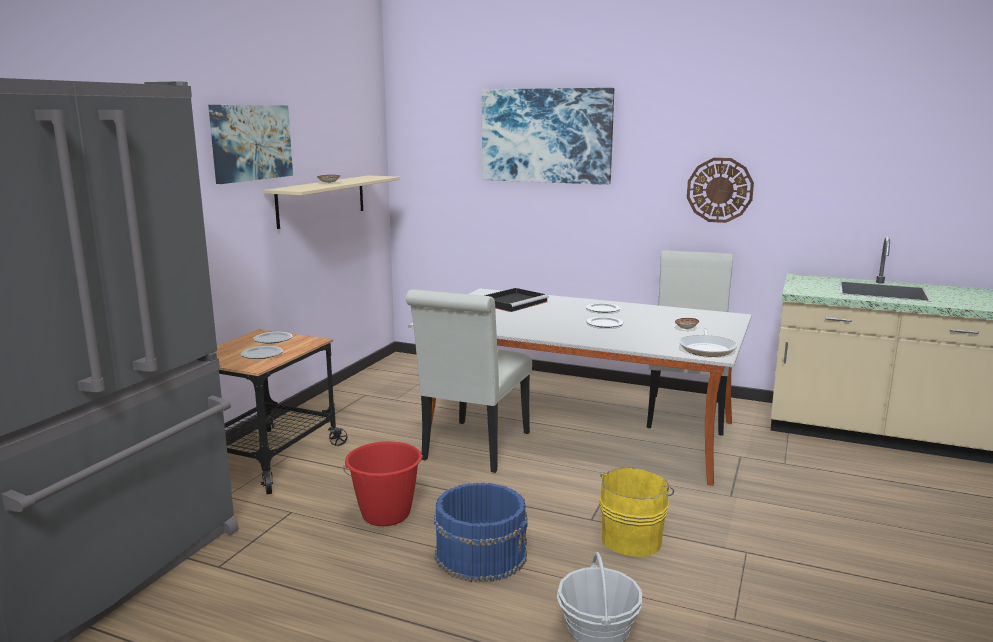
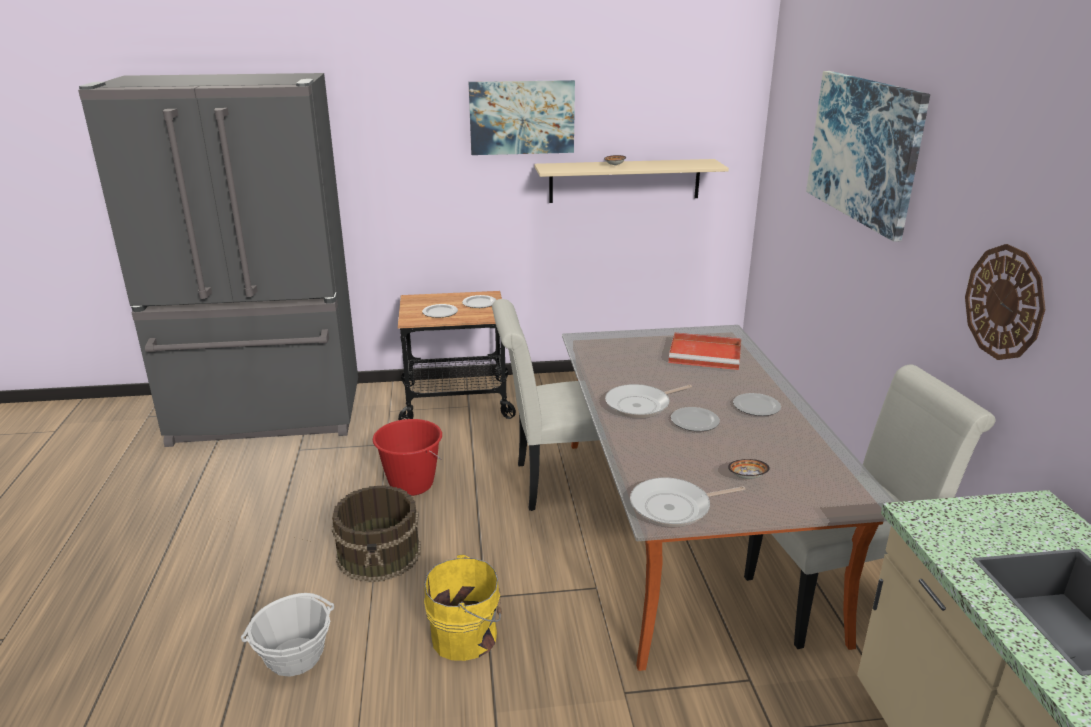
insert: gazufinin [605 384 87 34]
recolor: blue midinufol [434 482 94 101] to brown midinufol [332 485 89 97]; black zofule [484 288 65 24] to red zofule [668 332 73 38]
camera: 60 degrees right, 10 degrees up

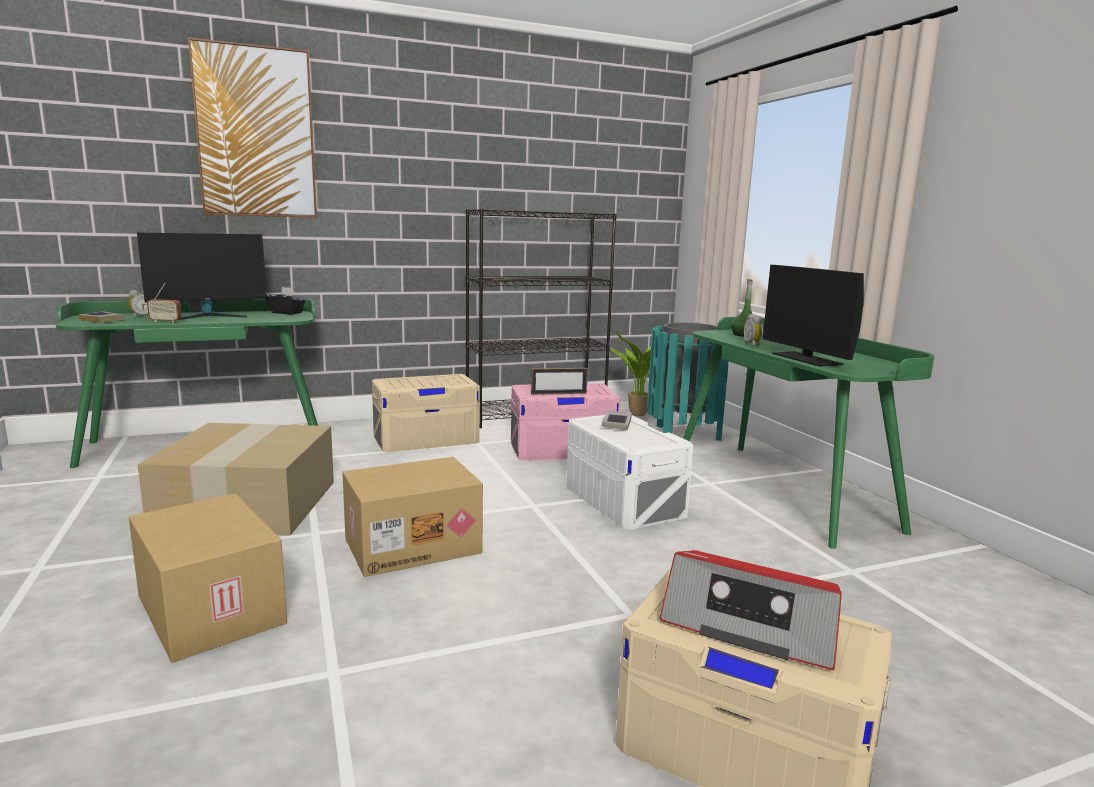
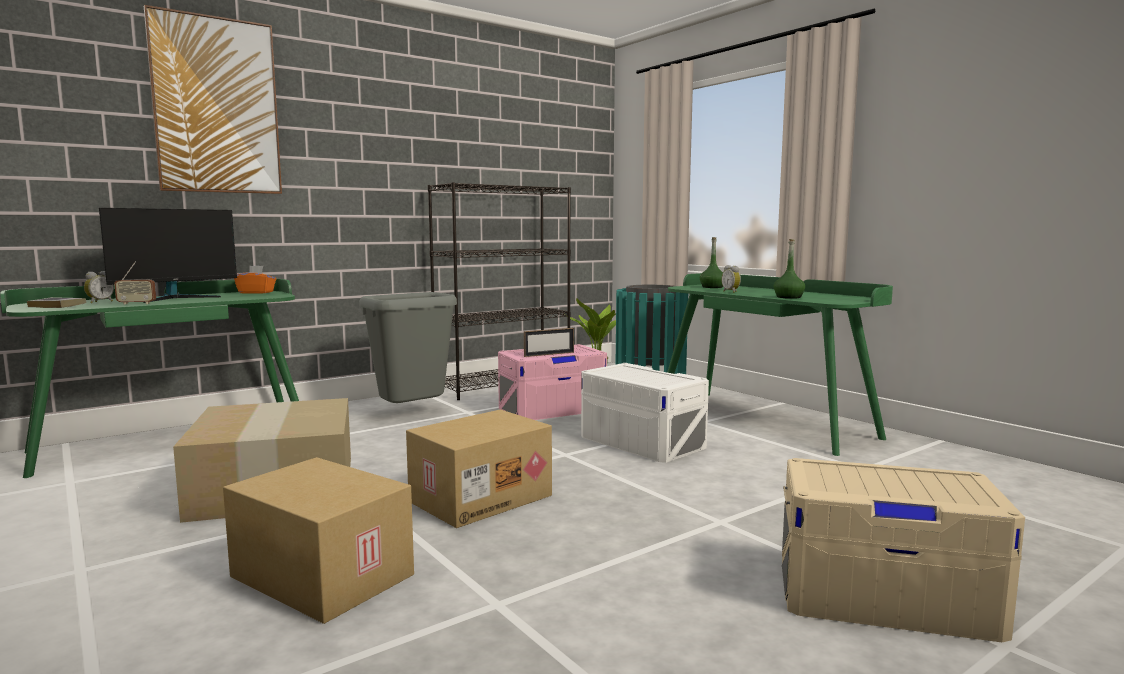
delete: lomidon [601 411 31 20]; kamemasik [659 550 183 120]
replace: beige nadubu [372 374 108 78] to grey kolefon [359 292 98 111]; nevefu [763 265 101 102] to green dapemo [774 239 31 60]
recolor: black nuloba [266 287 39 27] to orange nuloba [234 266 42 28]
camera: 15 degrees left, 5 degrees down

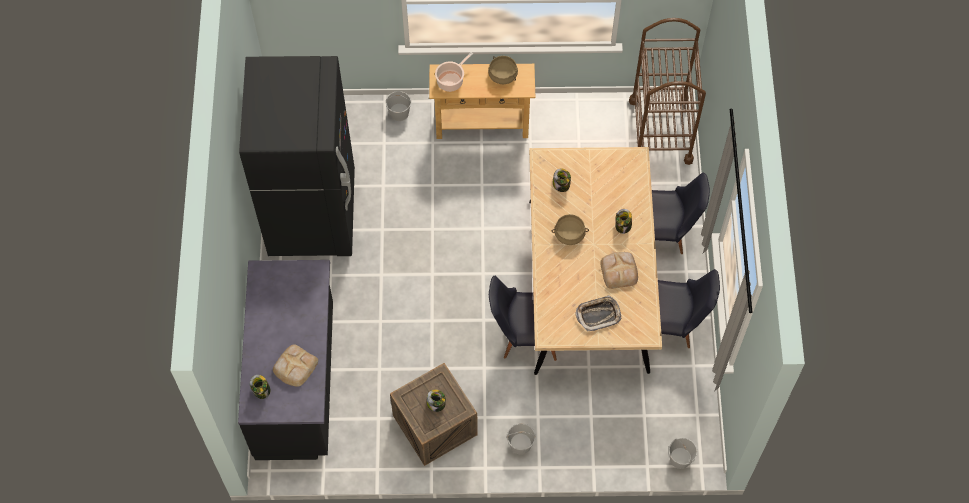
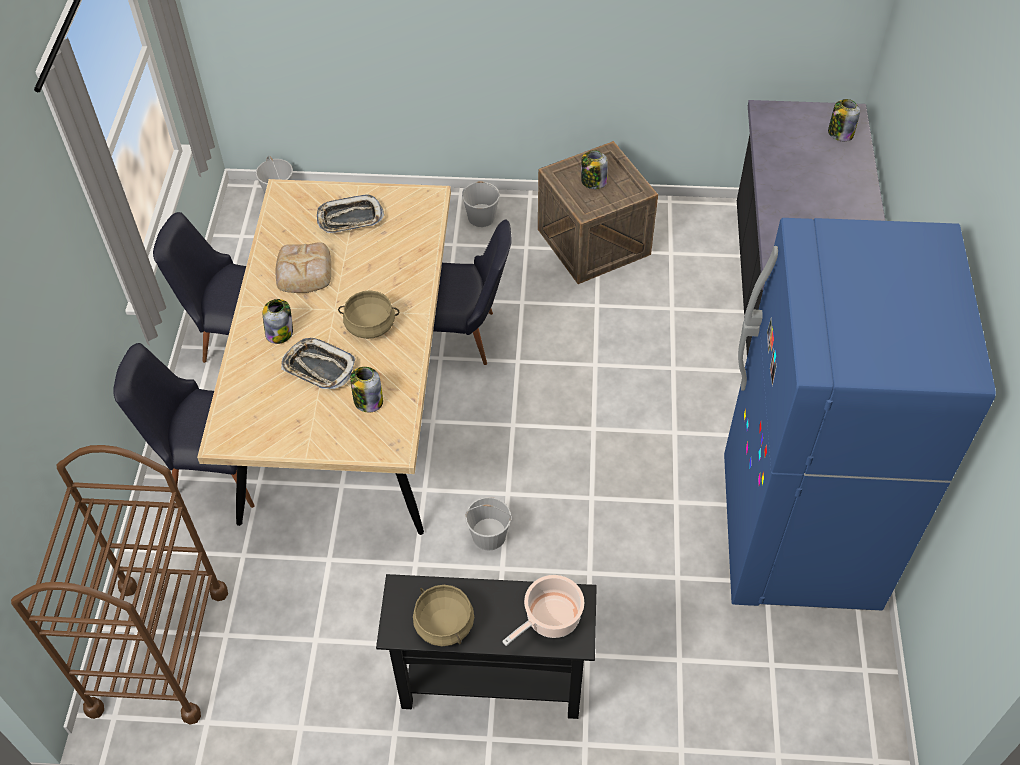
delete: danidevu [273 344 45 43]
insert: zofule [281 338 75 51]
move: white midinufol [386 91 25 30] to [465 497 46 53]
recolor: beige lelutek [429 64 106 75] to black lelutek [376 574 221 145]; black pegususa [239 56 116 200] to blue pegususa [724 218 272 392]
camera: 175 degrees left, 10 degrees down

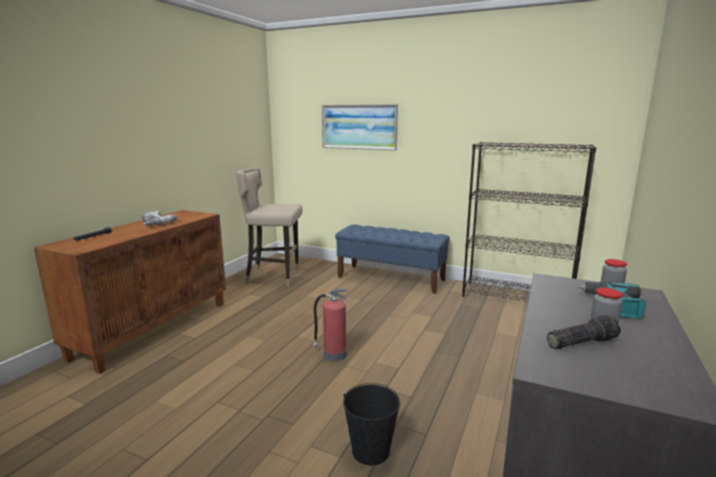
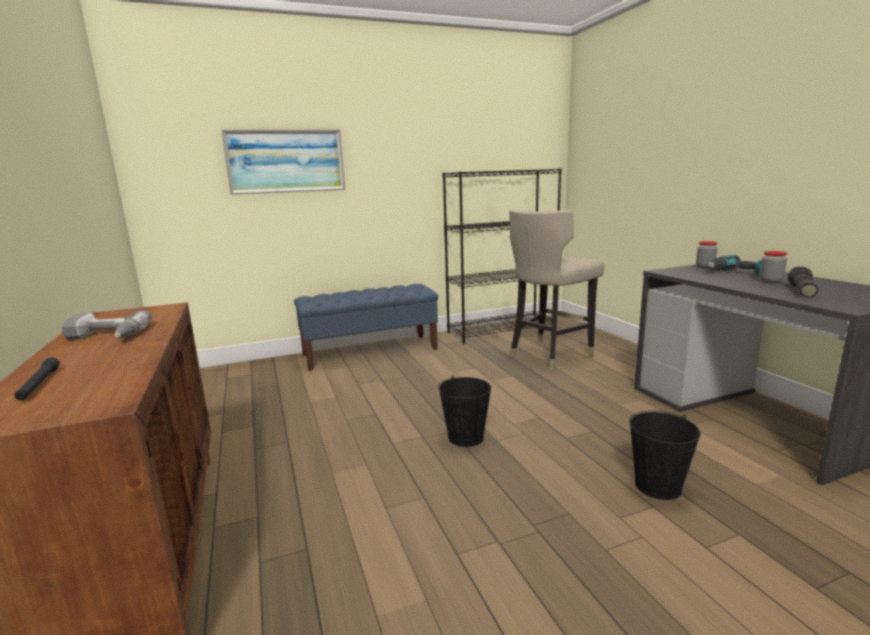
move: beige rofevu [236 167 67 119] to [510 209 94 162]
replace: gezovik [313 289 36 72] to black midinufol [438 376 53 71]
camera: 45 degrees left, 0 degrees up

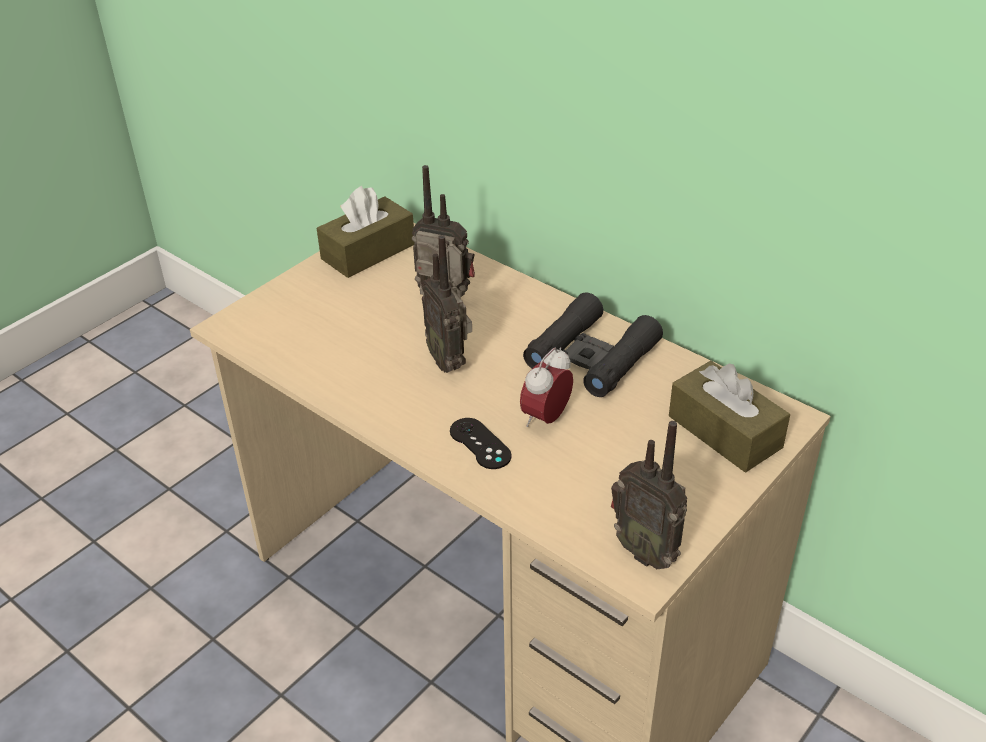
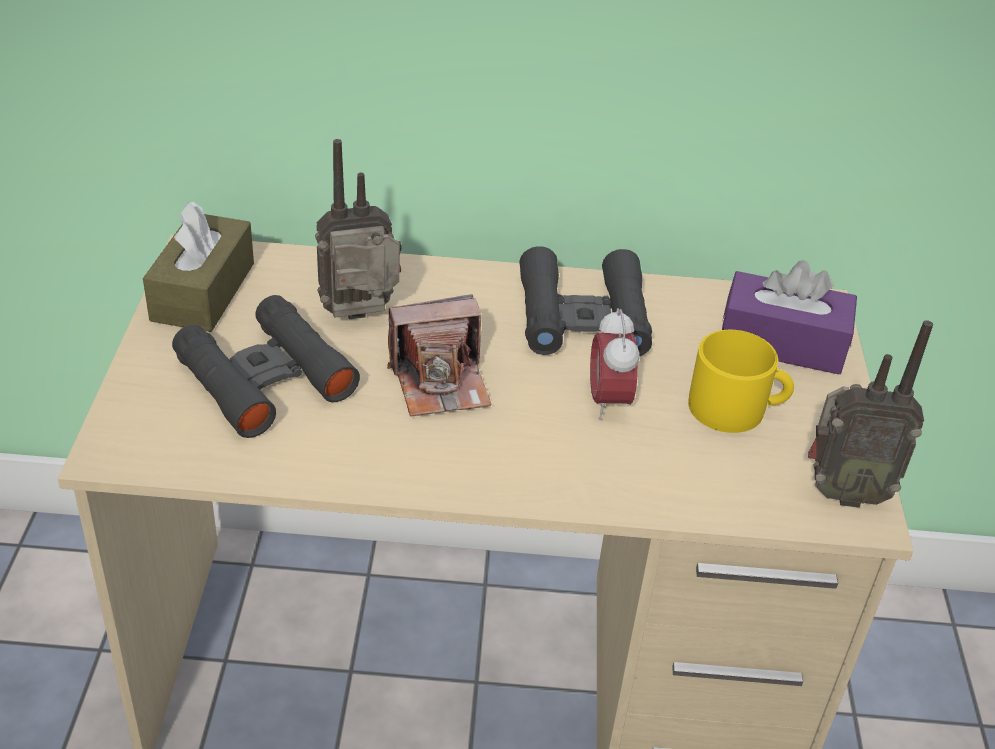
delete: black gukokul [450 418 62 51]
insert: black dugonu [172 295 188 143]; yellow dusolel [688 330 106 103]
replace: kamemasik [421 235 51 138] to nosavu [387 294 105 122]
recolor: brown nuloba [669 361 121 111] to purple nuloba [722 260 135 115]
camera: 40 degrees left, 0 degrees up

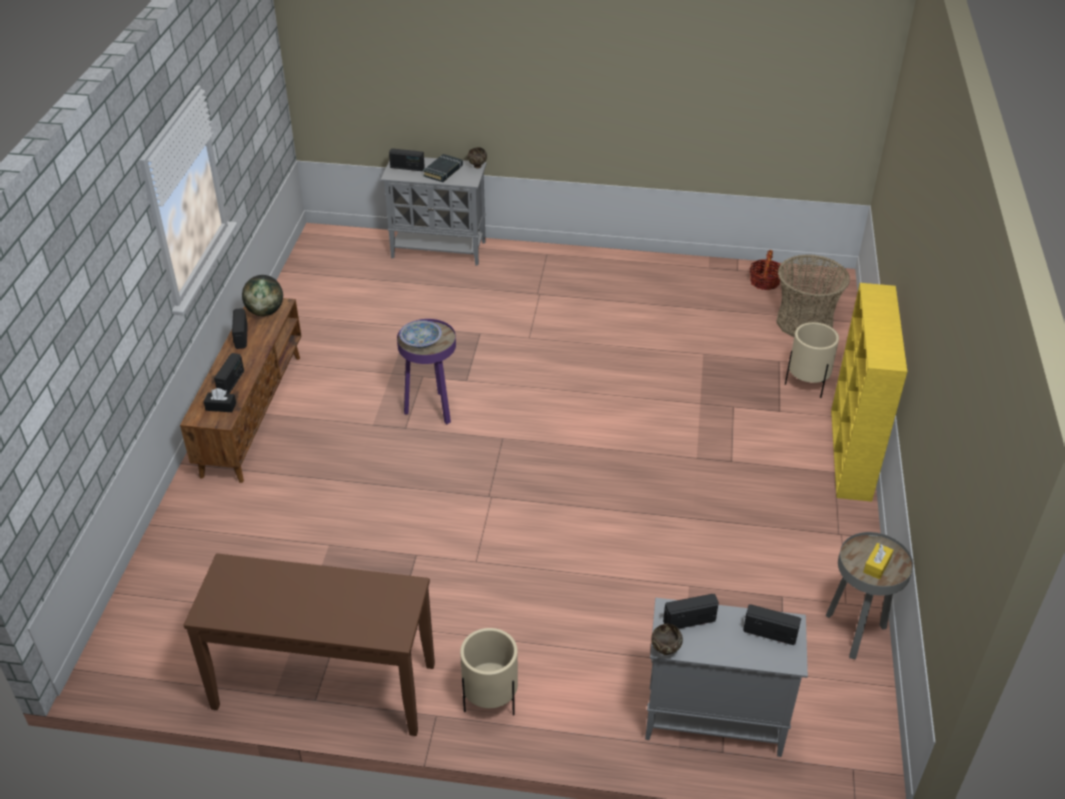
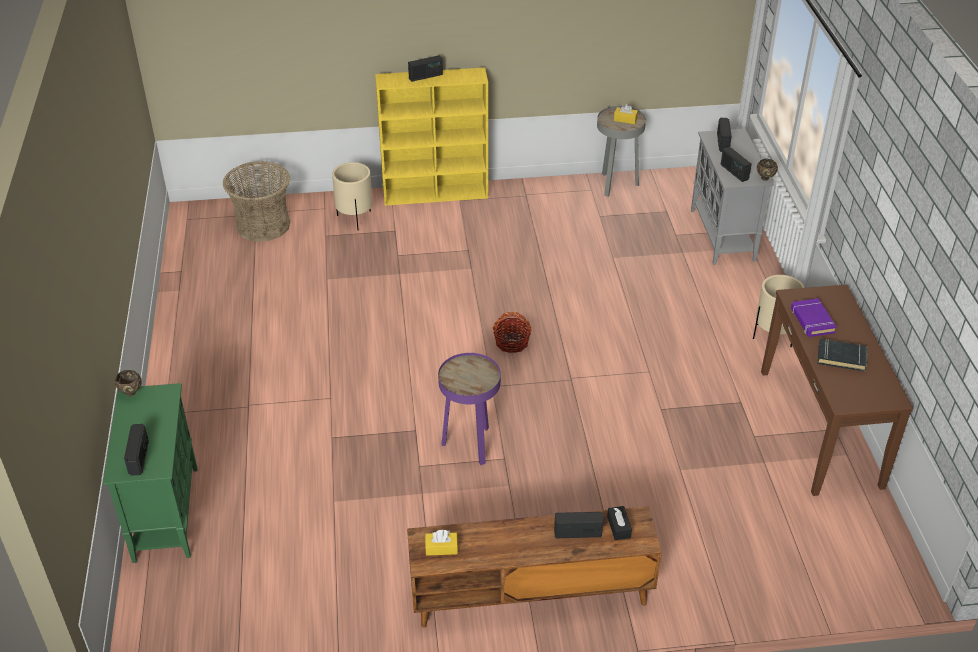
delete: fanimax [399 320 43 28]
insert: purple lomidon [791 298 46 39]
move: kamemasik [232 308 16 41] to [408 55 35 27]; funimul [750 250 34 40] to [492 312 39 41]; black lomidon [423 154 40 28] to [817 339 50 33]
replace: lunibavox [242 275 41 41] to yellow nuloba [425 530 33 26]
recolor: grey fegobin [381 157 106 109] to green fegobin [103 383 95 180]
camera: 105 degrees left, 0 degrees up

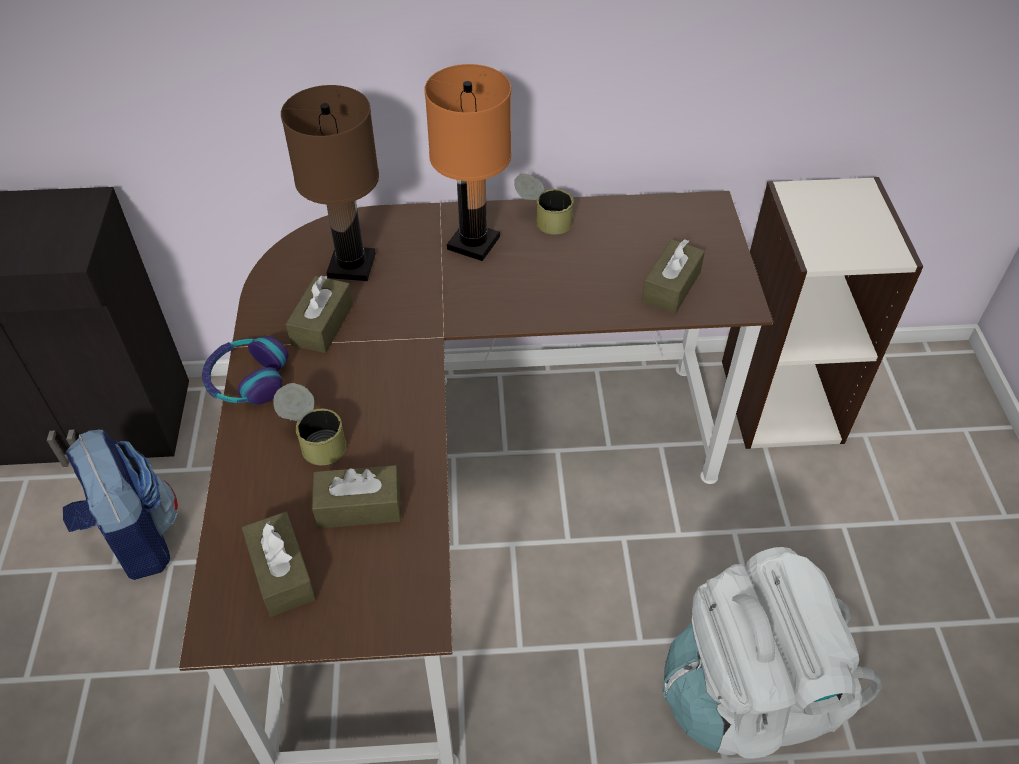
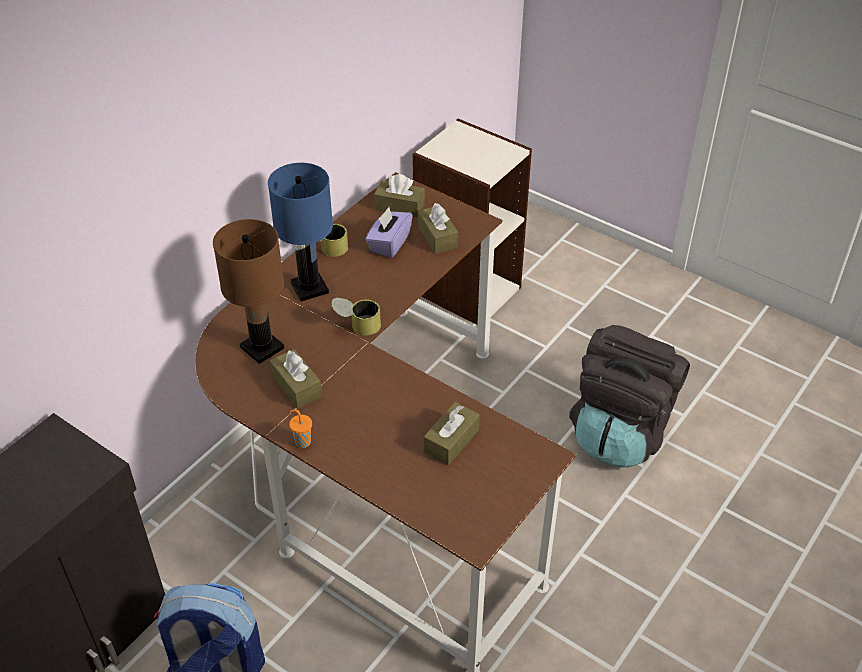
insert: purple nuloba [365 207 48 51]
move: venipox [273 383 73 82] to [331 298 50 38]; brown nuloba [242 512 74 105] to [374 174 51 44]
replace: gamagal [202 336 86 69] to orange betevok [289 409 23 39]
recolor: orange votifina [424 64 87 197] to blue votifina [268 163 65 139]; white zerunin [663 547 219 212] to black zerunin [569 325 121 143]
camera: 50 degrees left, 5 degrees down

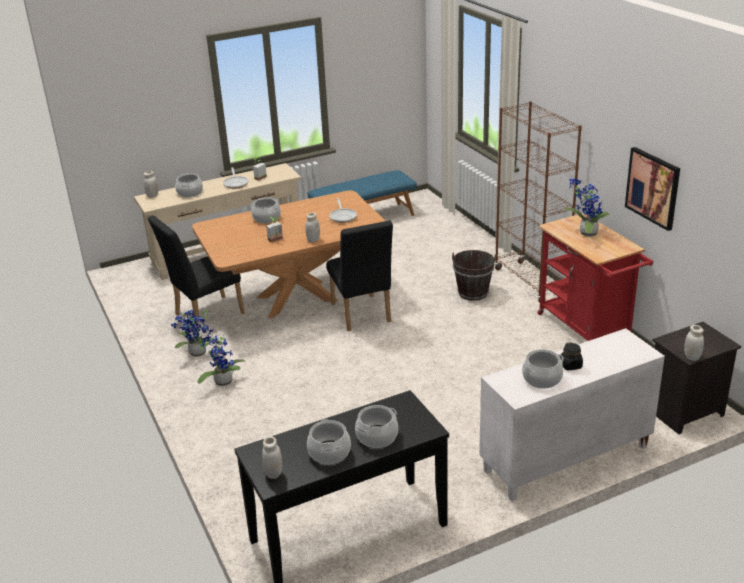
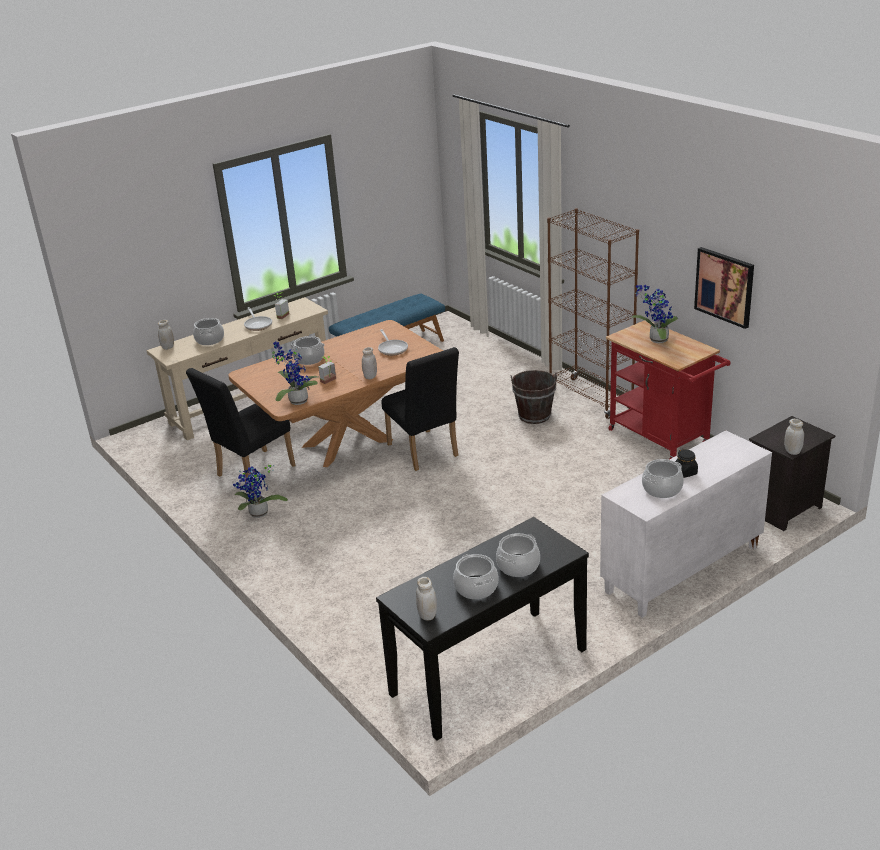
move: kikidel [197 324 48 62] to [272 341 46 64]
camera: 10 degrees left, 0 degrees up

